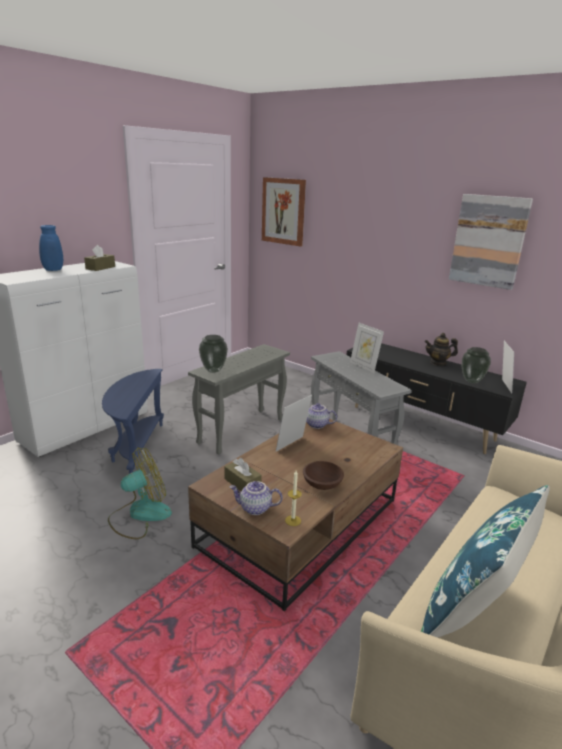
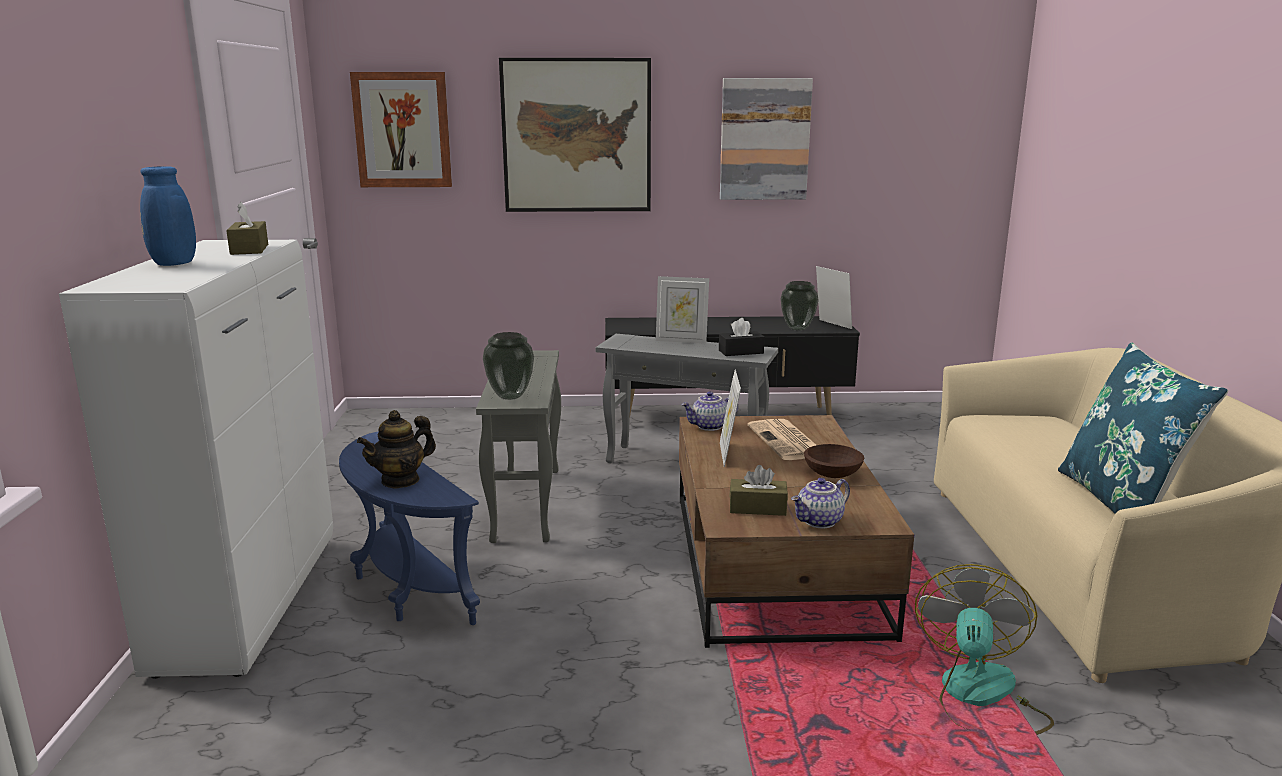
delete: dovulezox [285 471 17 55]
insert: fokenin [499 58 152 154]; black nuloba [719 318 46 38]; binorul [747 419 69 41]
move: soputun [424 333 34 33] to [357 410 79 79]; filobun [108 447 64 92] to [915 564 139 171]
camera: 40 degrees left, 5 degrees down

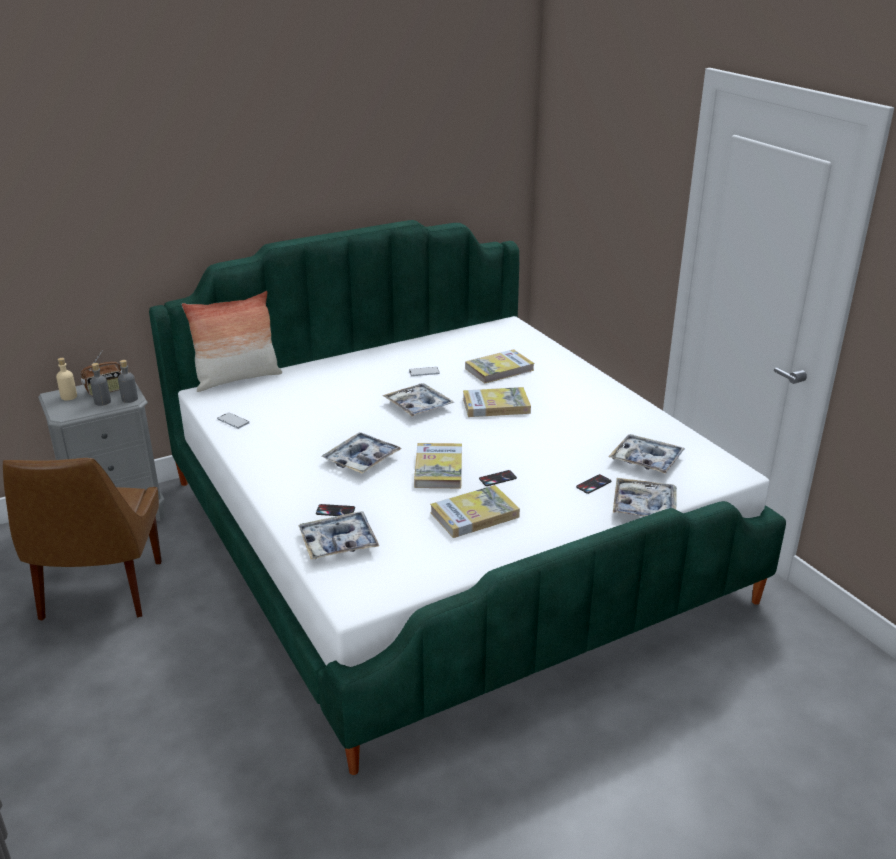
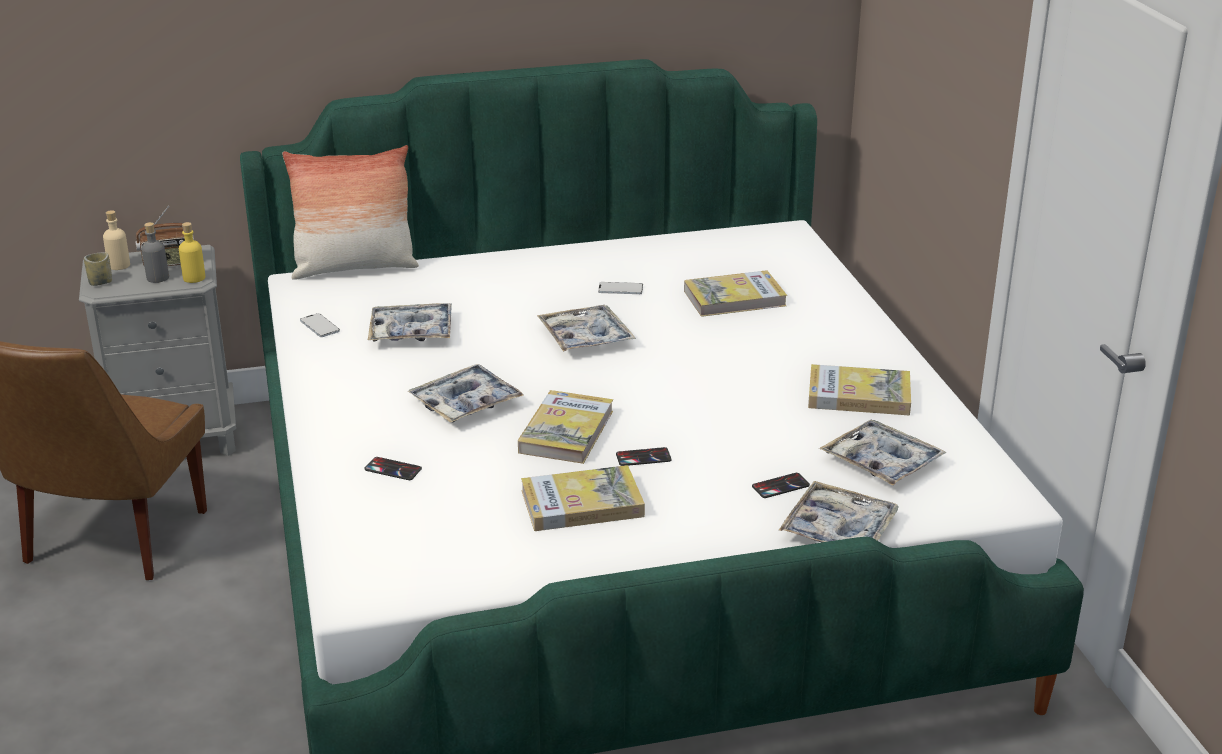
insert: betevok [84 252 28 34]
move: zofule [298 511 81 49] to [368 303 84 39]; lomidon [463 387 68 30] to [808 364 103 51]
recolor: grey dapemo [118 360 20 43] to yellow dapemo [179 222 26 61]
camera: 15 degrees right, 0 degrees up

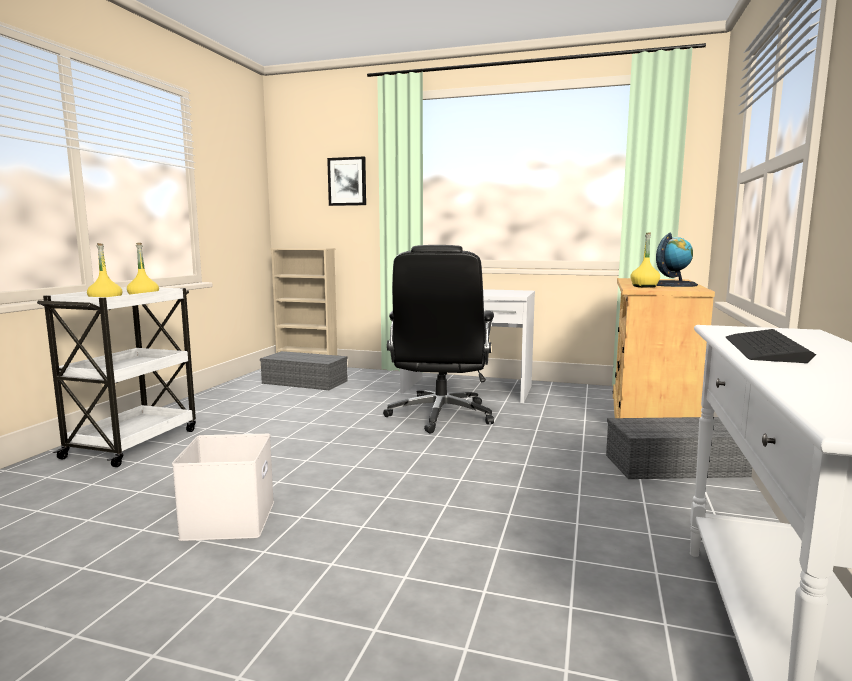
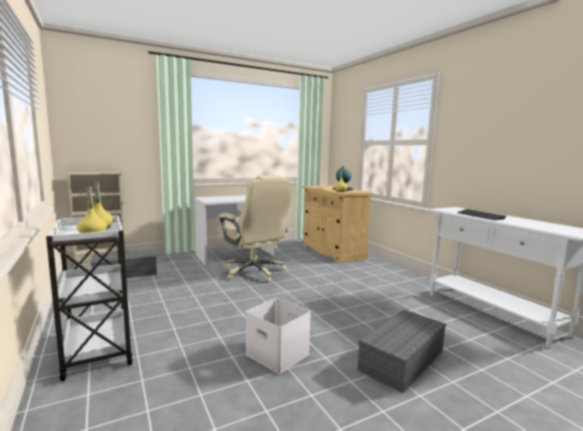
delete: fokenin [327 156 39 50]
move: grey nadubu [606 417 146 62] to [358 310 88 83]
recolor: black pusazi [383 245 111 189] to beige pusazi [219 175 73 107]
camera: 45 degrees left, 0 degrees up

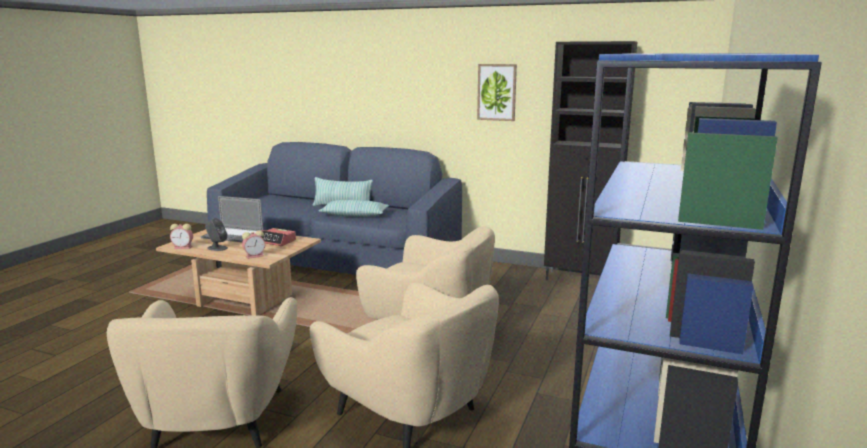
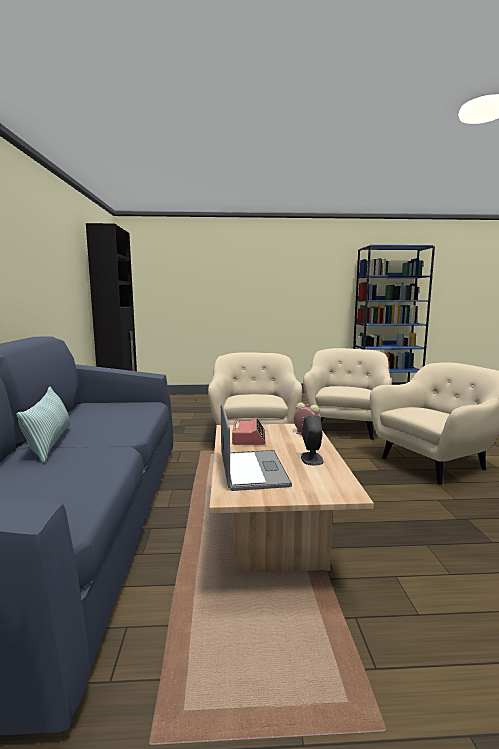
delete: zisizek [170 224 23 25]; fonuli [319 200 70 17]; fokenin [477 64 40 57]
camera: 115 degrees left, 5 degrees down

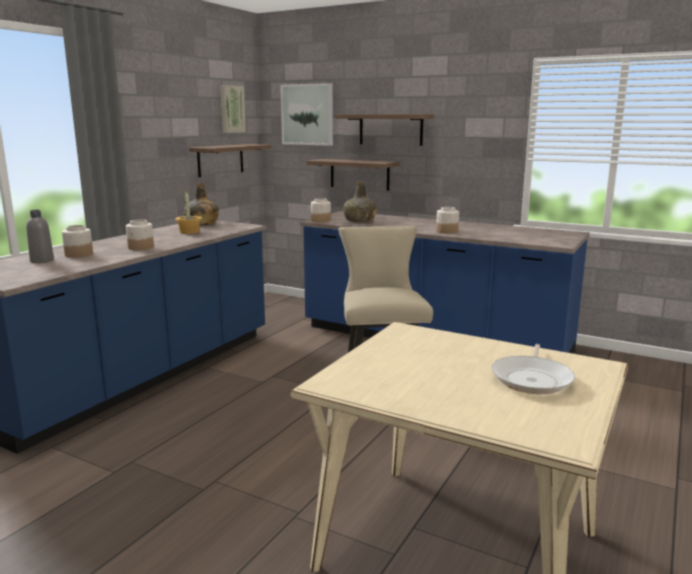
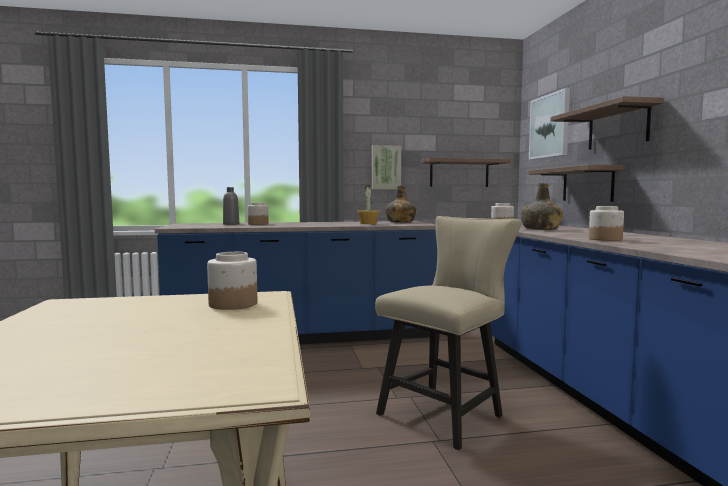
delete: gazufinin [491 344 84 50]
move: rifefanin [126 219 28 31] to [207 252 50 58]; fokenin [220 85 26 48] to [372 145 29 44]
camera: 50 degrees right, 10 degrees down

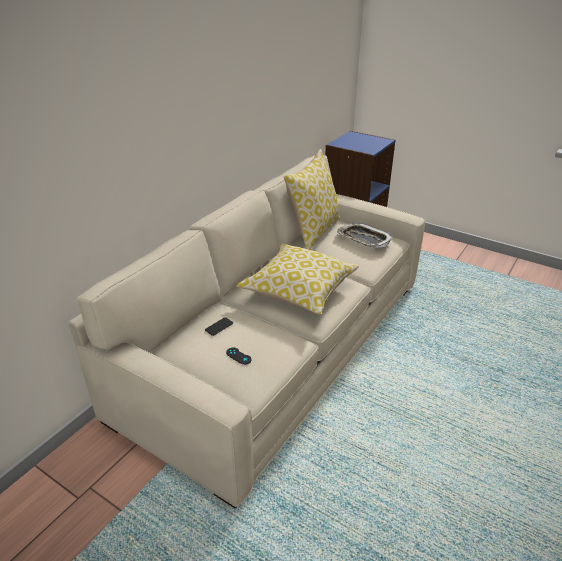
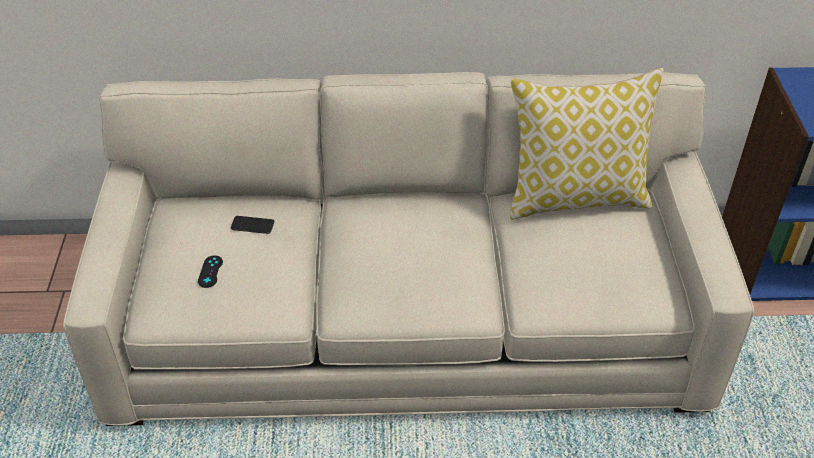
delete: fonuli [236 244 123 70]; zofule [337 222 55 26]
camera: 55 degrees right, 10 degrees up

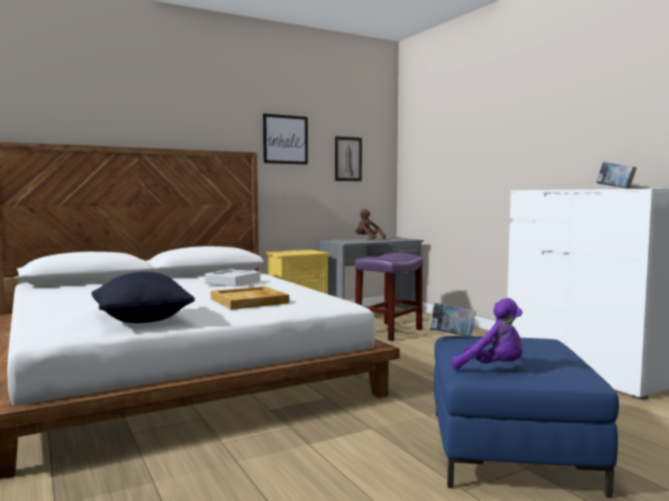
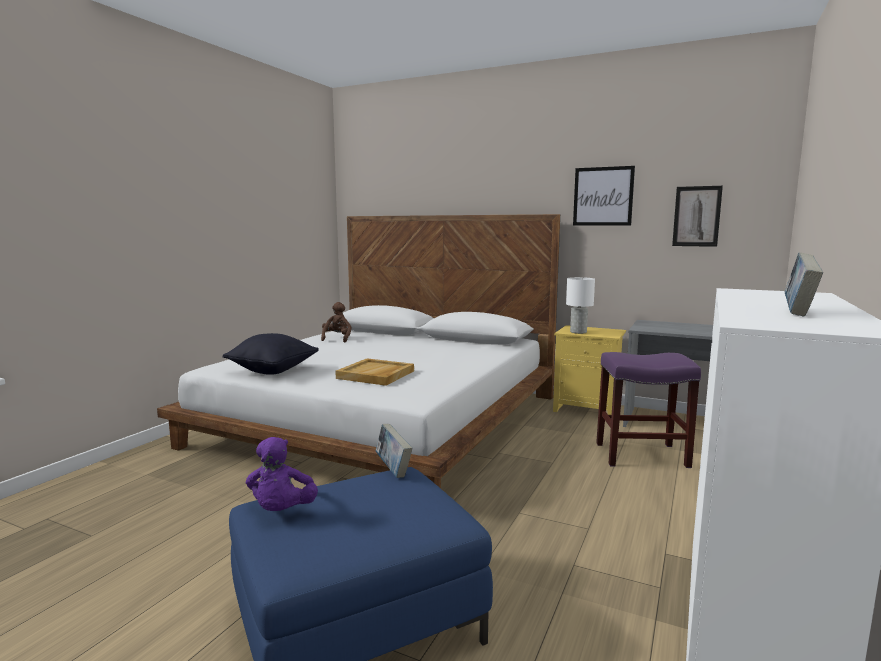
delete: grey zofule [205 269 55 18]
insert: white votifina [566 277 29 57]
move: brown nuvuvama [356 209 30 31] to [321 302 31 40]
camera: 55 degrees right, 5 degrees up

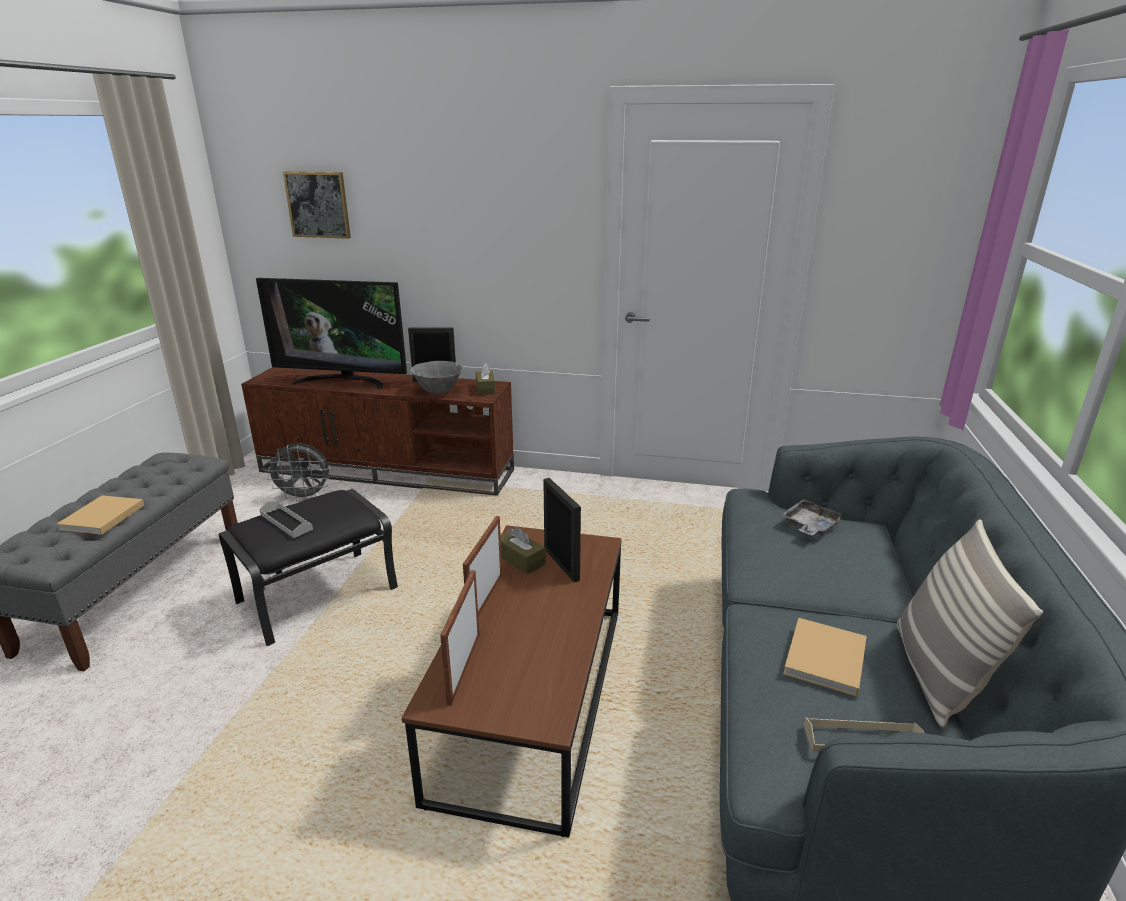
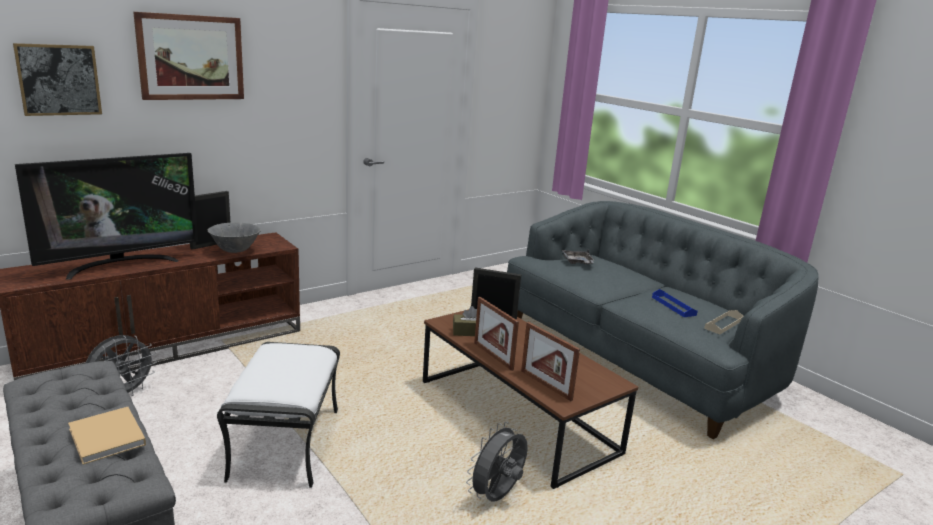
delete: grey zofule [259 501 54 37]; brown nuloba [476 363 19 32]; fonuli [897 519 146 209]
insert: fokenin [133 12 111 88]; grey filobun [466 422 62 80]
replace: beige lomidon [783 618 84 79] to blue zofule [652 289 46 28]
recolor: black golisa [219 489 179 157] to white golisa [217 342 123 146]
camera: 50 degrees left, 5 degrees down

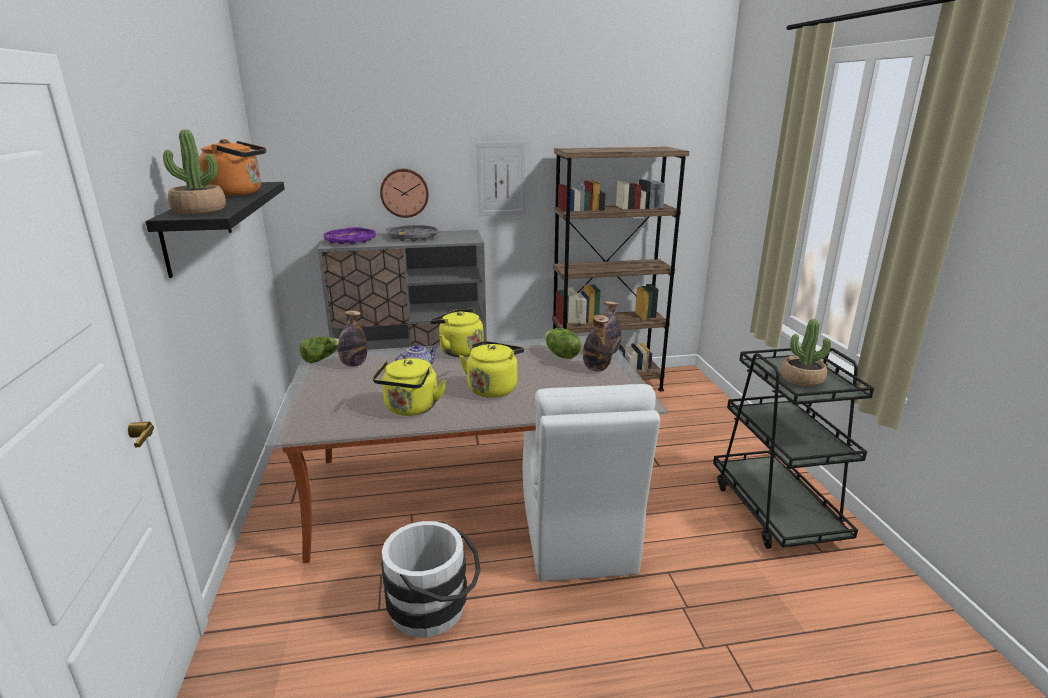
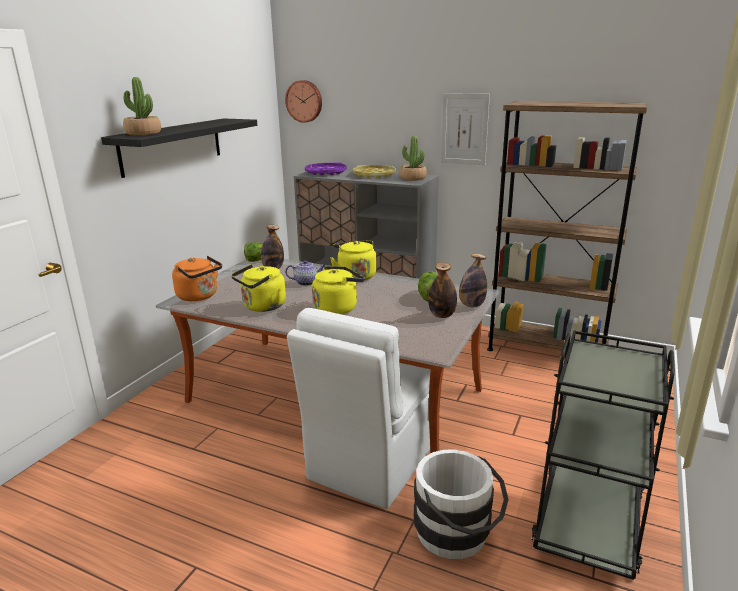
move: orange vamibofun [199 139 67 57] to [172 256 50 45]; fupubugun [380 169 49 49] to [285 80 37 43]; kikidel [781 319 50 68] to [399 136 28 45]; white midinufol [381 521 100 116] to [414 450 95 109]
recolor: grey zofule [386 225 54 17] to yellow zofule [353 165 43 14]
camera: 35 degrees right, 0 degrees up

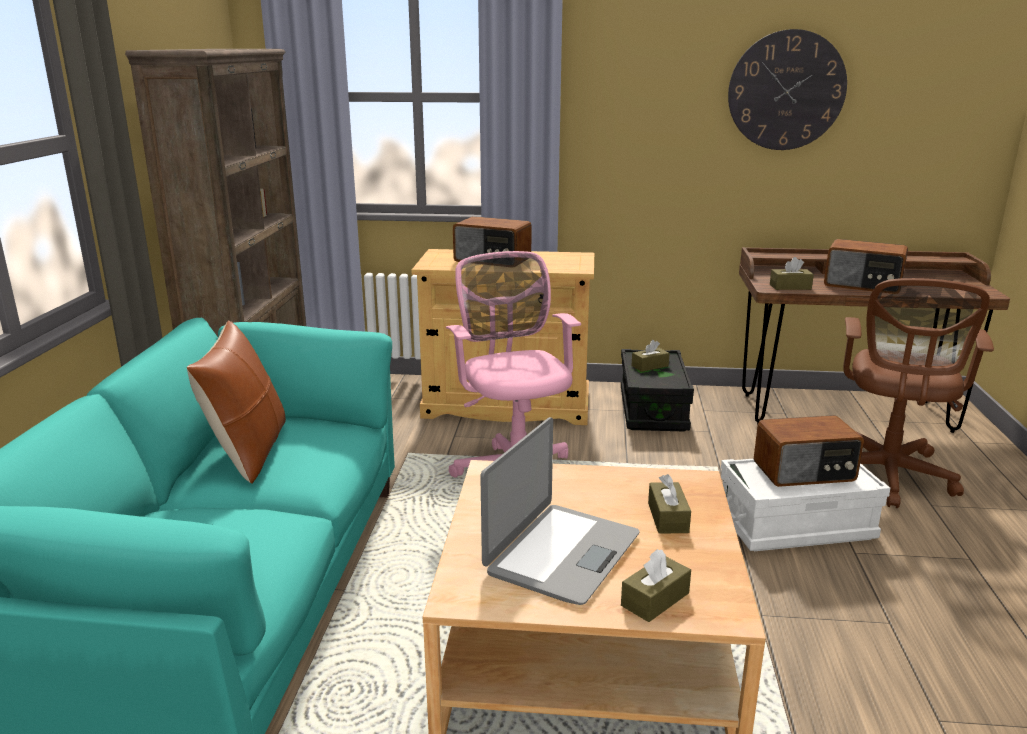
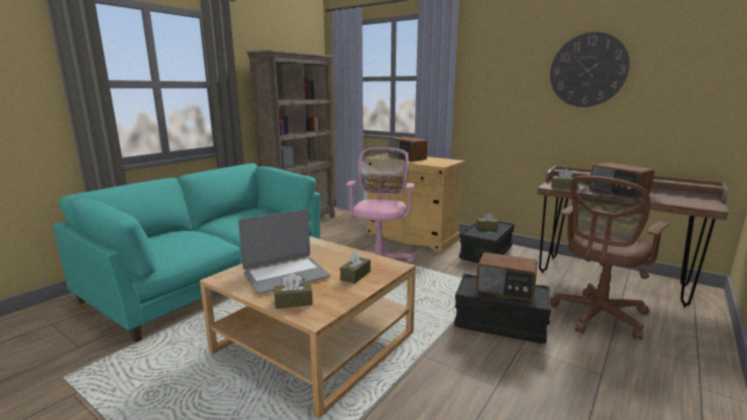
delete: brown fonuli [187 320 99 164]
recolor: white nadubu [721 459 169 92] to black nadubu [454 273 97 71]
camera: 30 degrees right, 5 degrees down

